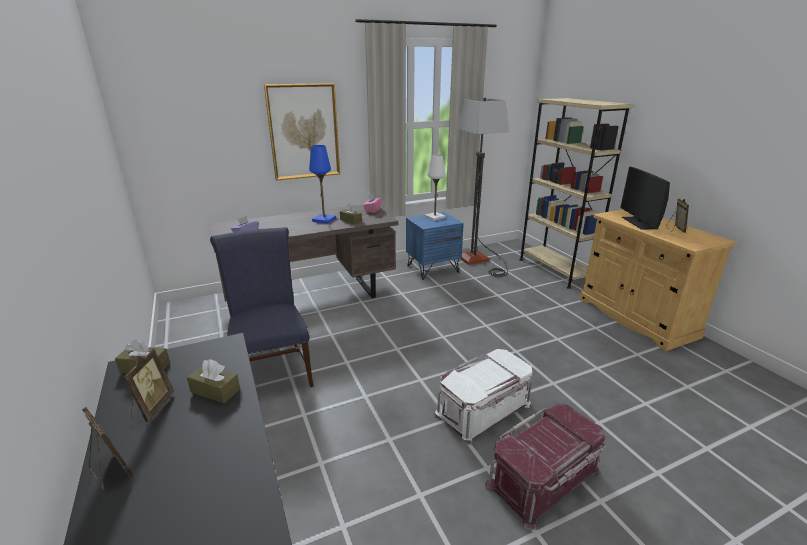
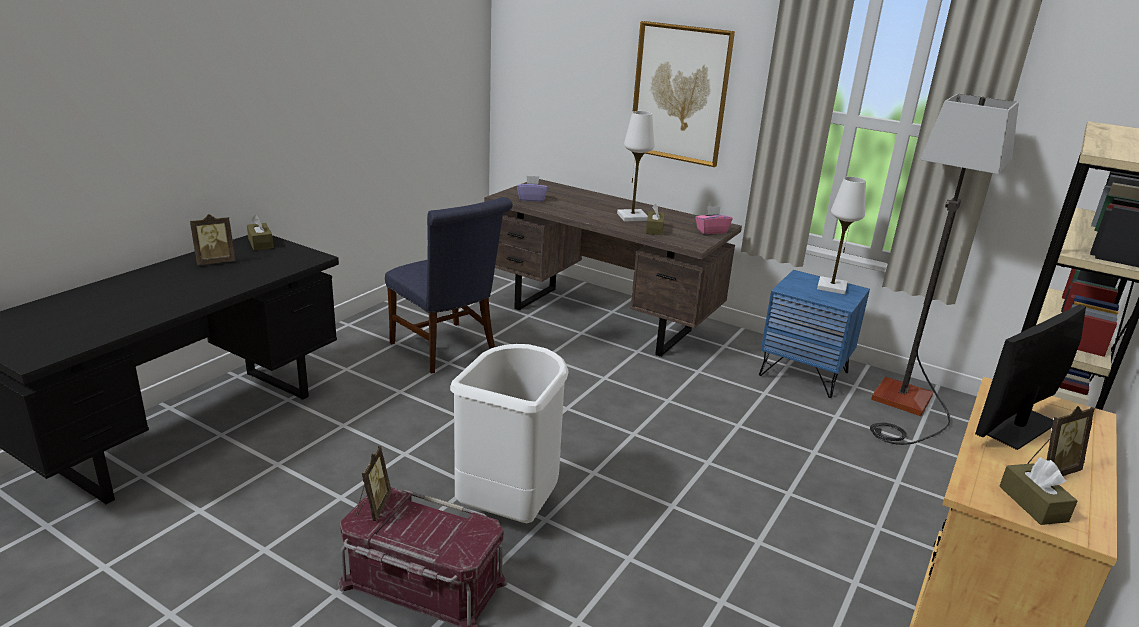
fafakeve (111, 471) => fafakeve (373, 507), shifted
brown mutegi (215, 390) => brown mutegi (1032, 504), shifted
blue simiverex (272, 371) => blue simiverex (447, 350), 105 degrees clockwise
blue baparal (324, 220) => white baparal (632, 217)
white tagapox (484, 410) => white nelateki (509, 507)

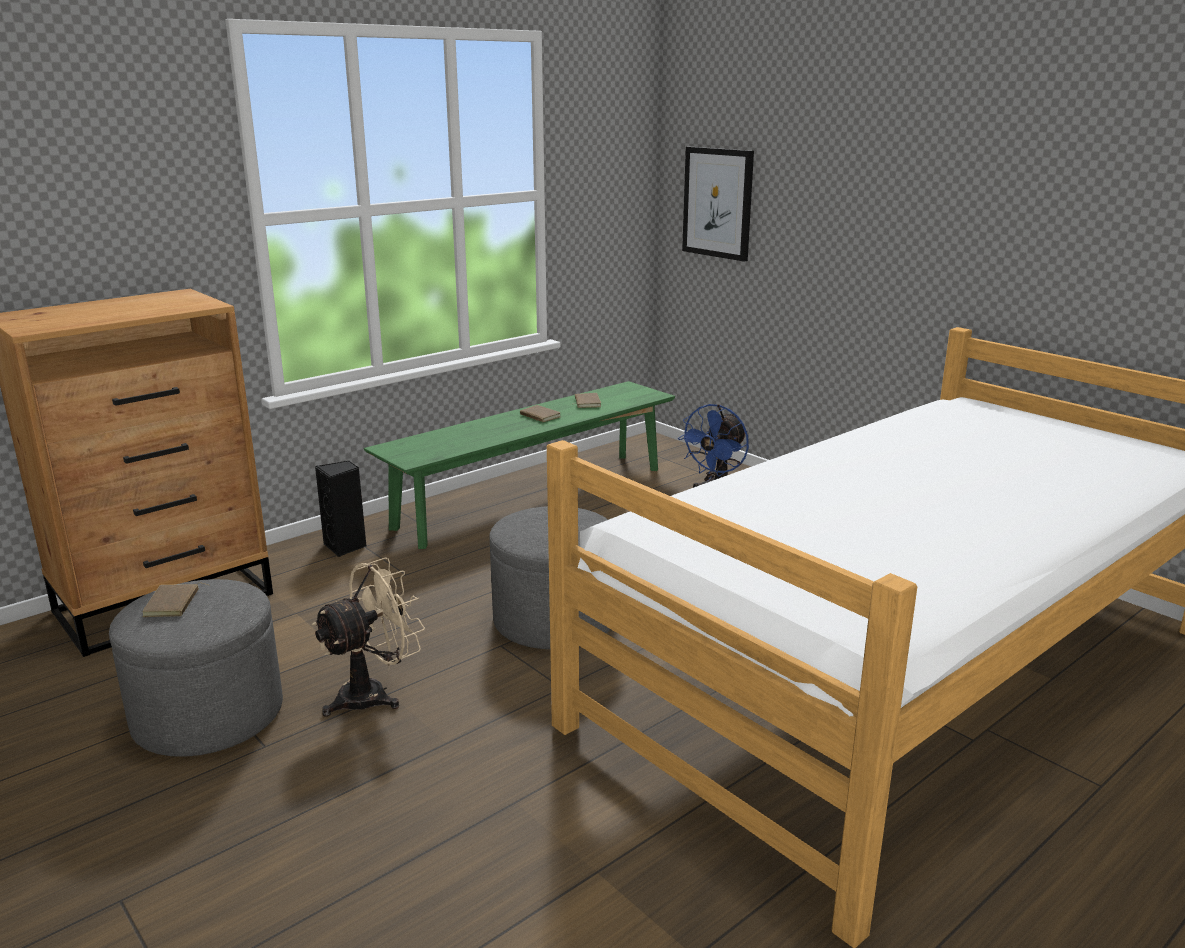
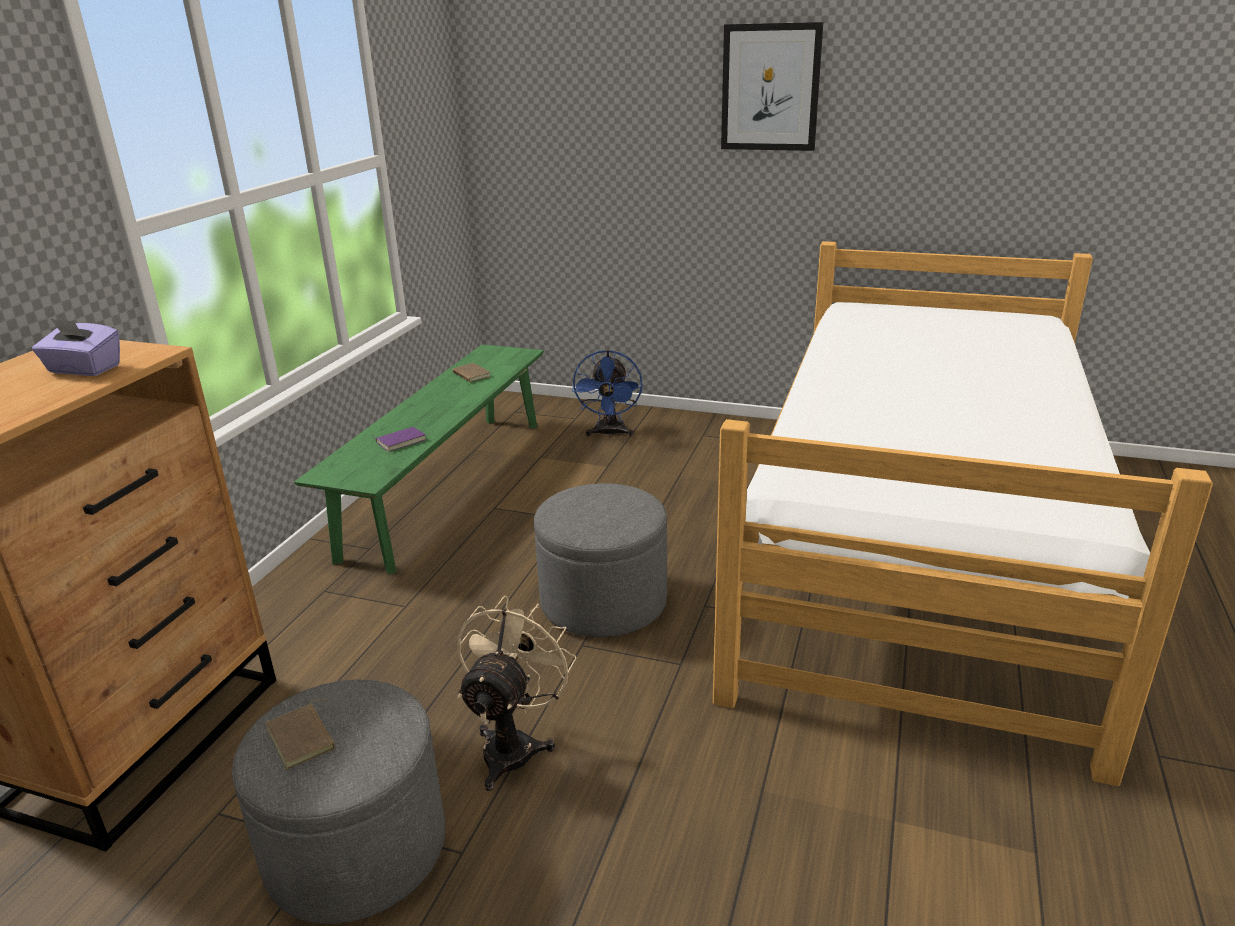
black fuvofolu (346, 546) => nothing
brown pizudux (539, 416) => nothing
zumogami (718, 203) => zumogami (770, 88), shifted
nothing => purple mutegi (84, 369)
nothing => purple pizudux (400, 441)

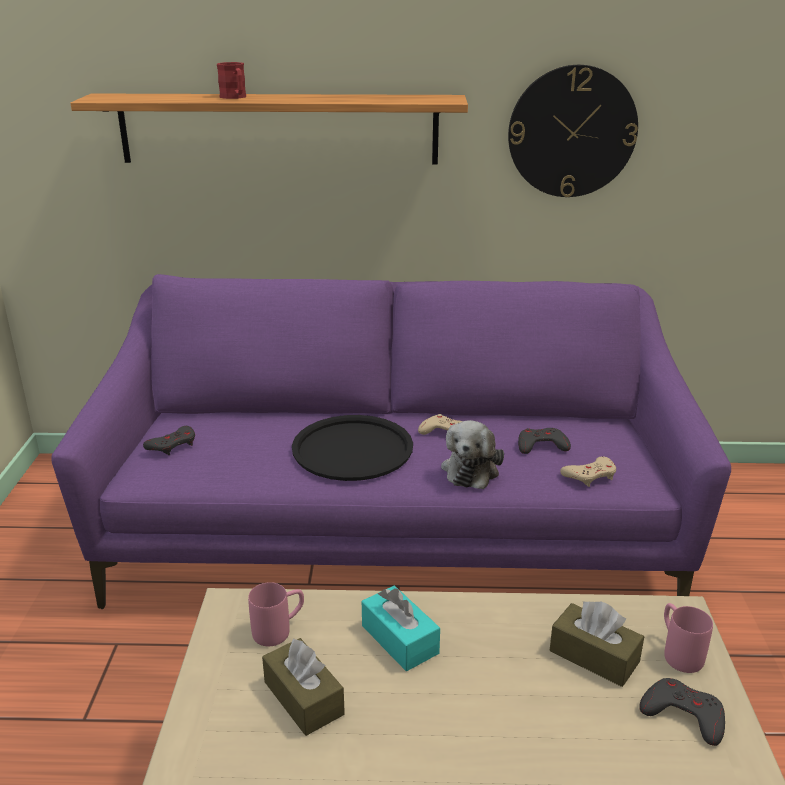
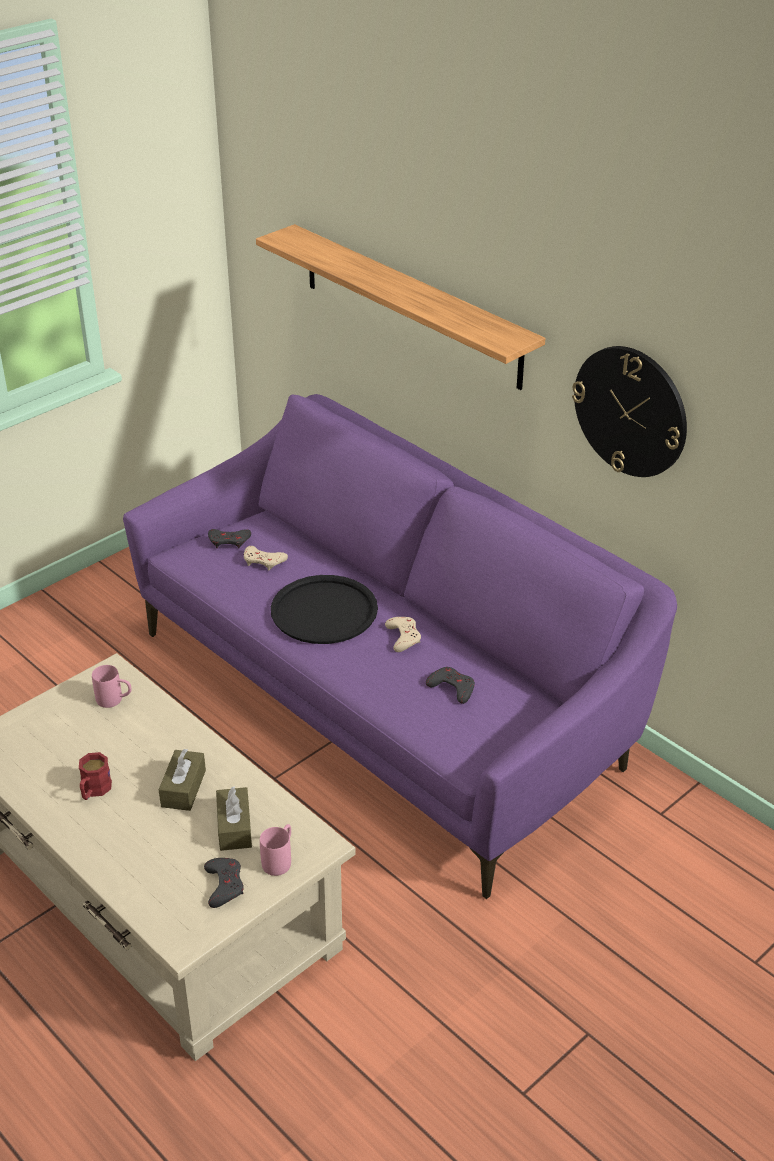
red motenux (235, 97) => red motenux (94, 791), shifted
brown mutegi (303, 698) => brown mutegi (183, 788), shifted
turquoise mutegi (400, 639) => nothing
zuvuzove (471, 469) => nothing
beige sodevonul (590, 475) => beige sodevonul (263, 561), shifted

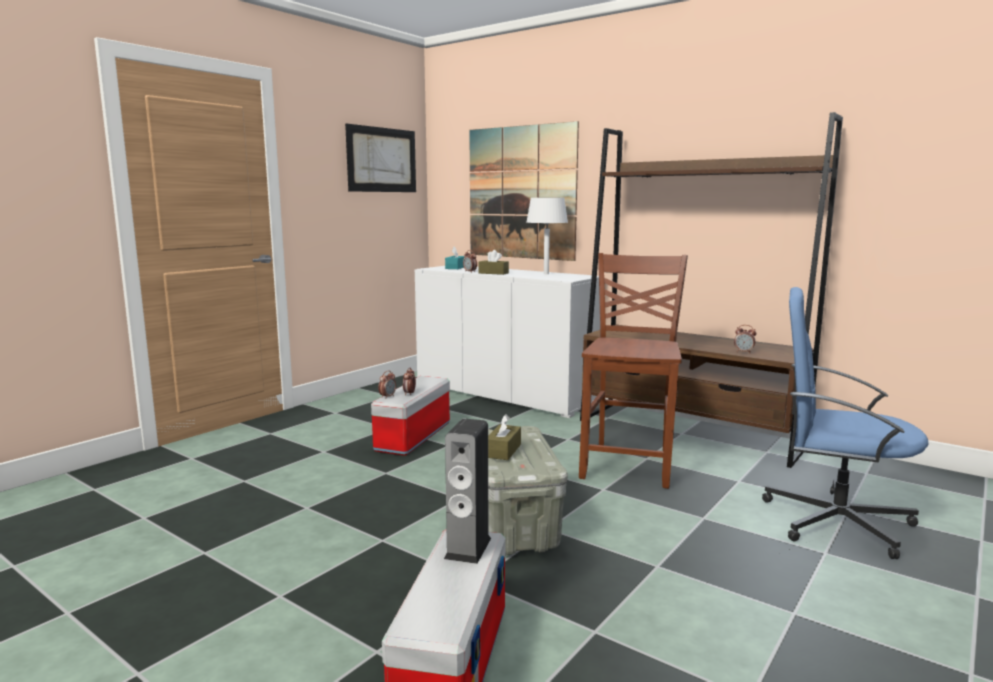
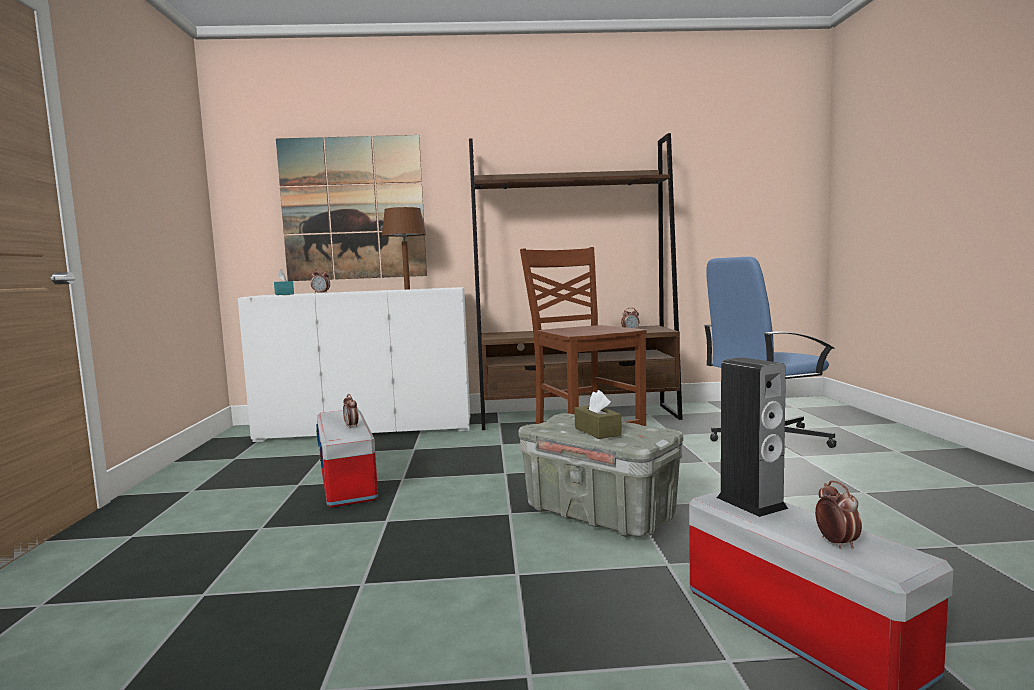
zumogami (382, 160) => nothing
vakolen (387, 397) => vakolen (836, 543), shifted
brown mutegi (493, 273) => nothing
white baparal (546, 274) => brown baparal (407, 289)

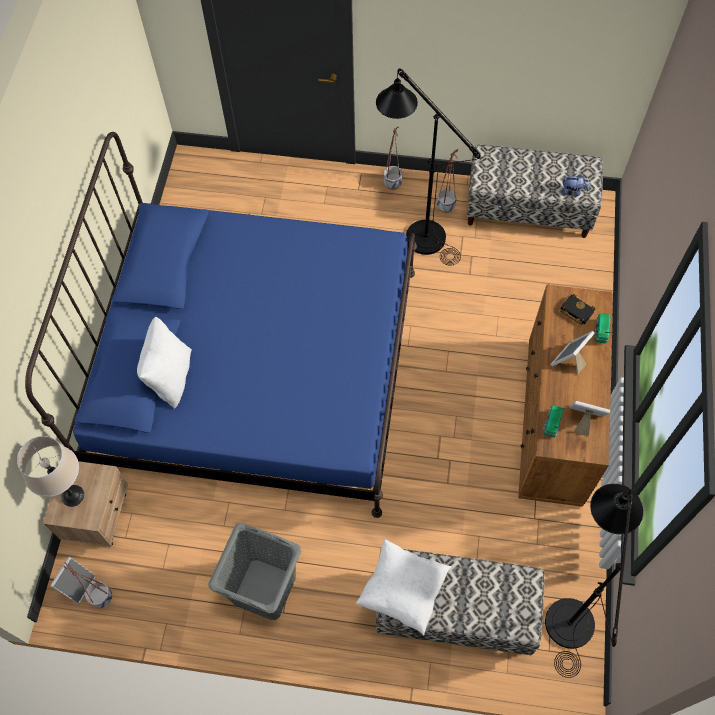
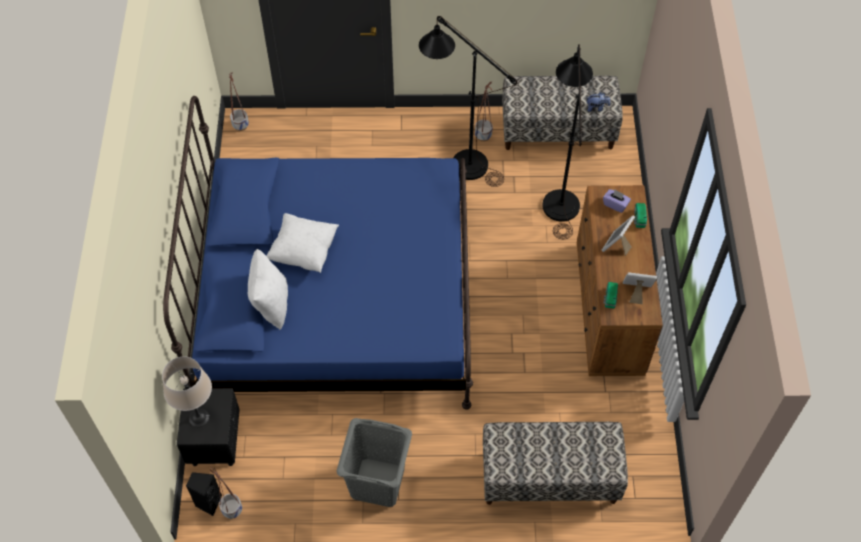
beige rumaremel (98, 515) => black rumaremel (215, 441)
fafakeve (78, 585) => black fuvofolu (208, 502)
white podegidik (403, 590) => white podegidik (303, 251), shifted
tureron (393, 183) => tureron (241, 125), shifted
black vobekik (570, 609) => black vobekik (560, 197), shifted
black pizudux (575, 311) => purple mutegi (615, 204)

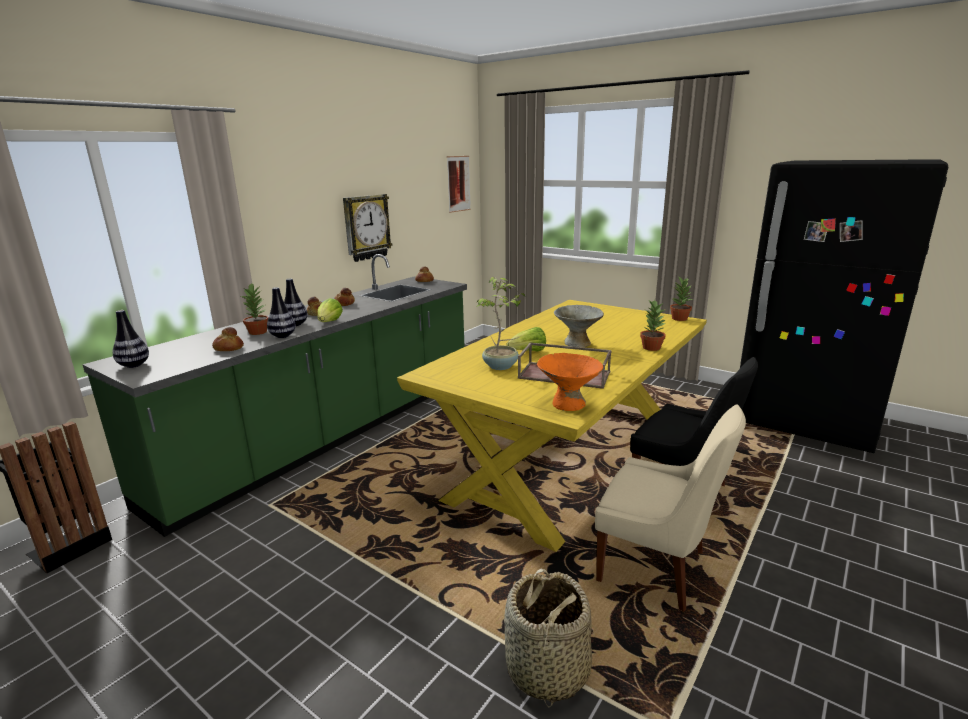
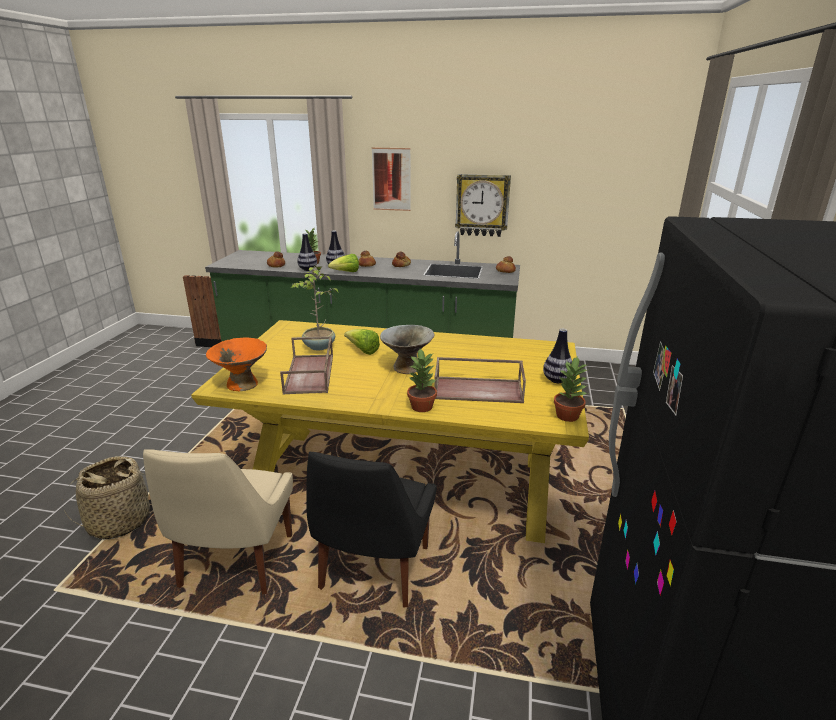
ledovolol (134, 365) => ledovolol (557, 380), shifted
zumogami (458, 184) => zumogami (391, 179), shifted
nothing => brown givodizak (479, 389)

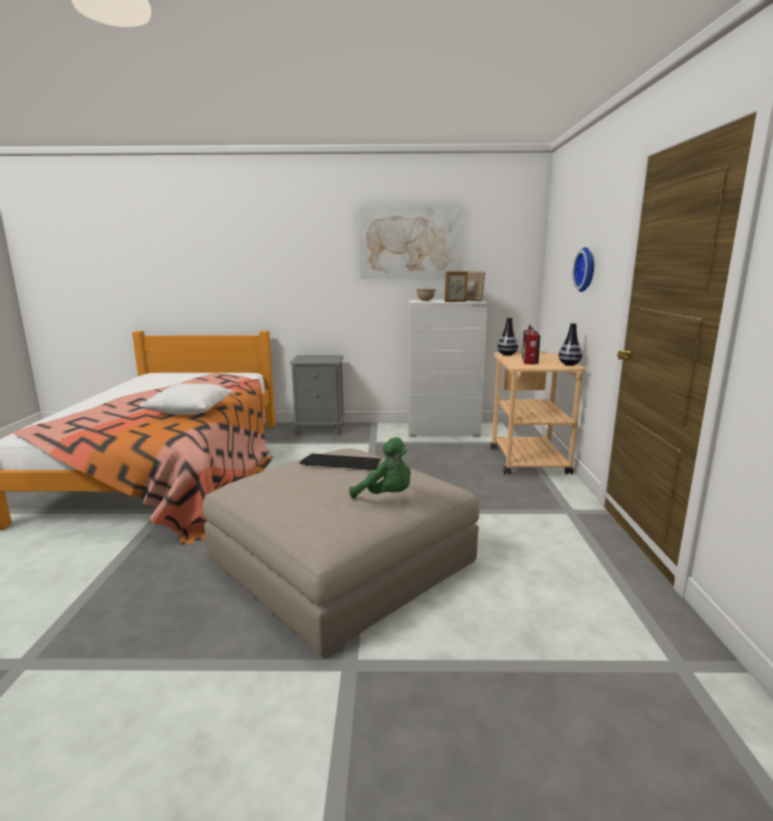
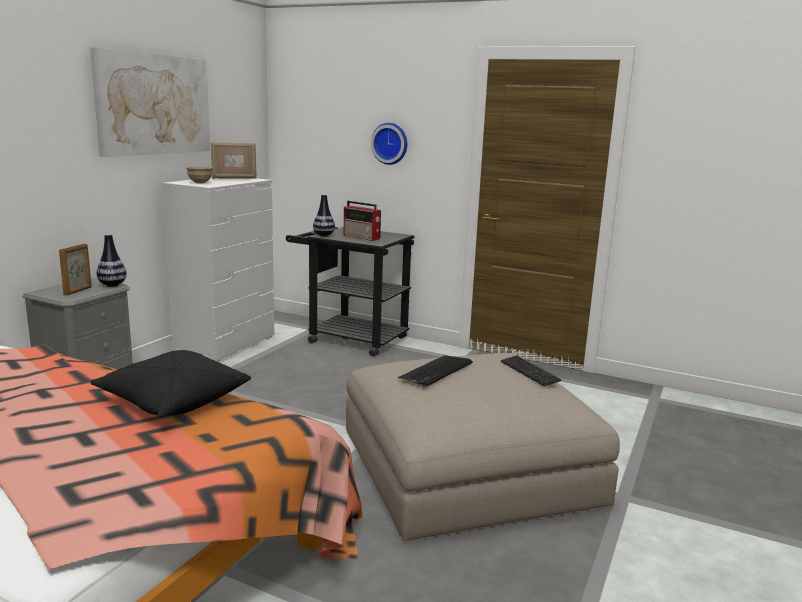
white podegidik (191, 410) => black podegidik (173, 401)
green zuvuzove (386, 496) => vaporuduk (529, 372)
fafakeve (455, 301) => fafakeve (78, 291), shifted
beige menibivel (526, 457) => black menibivel (350, 338)
ledovolol (569, 364) => ledovolol (112, 285), shifted

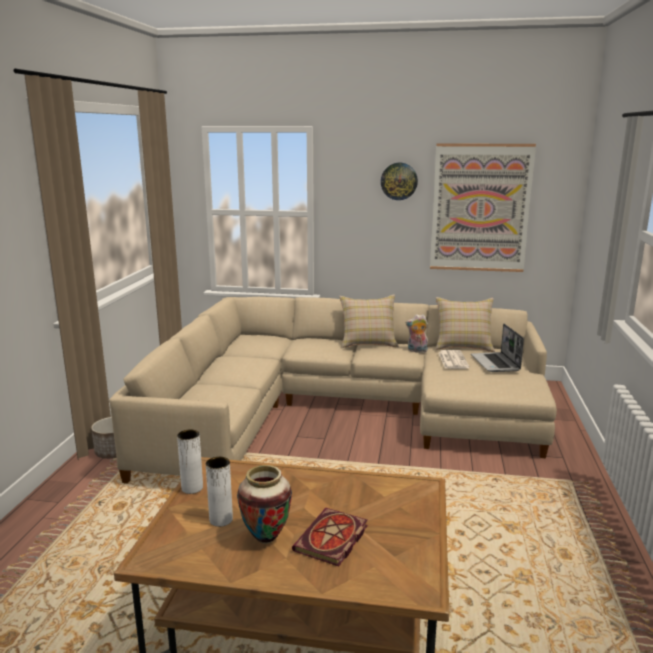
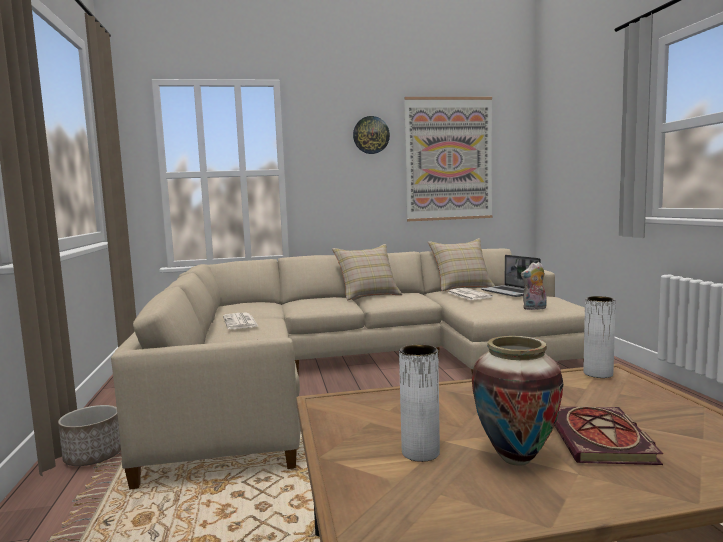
white ledovolol (192, 488) => white ledovolol (598, 373), shifted
zuvuzove (417, 351) => zuvuzove (534, 308), shifted
nothing => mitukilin (240, 322)

